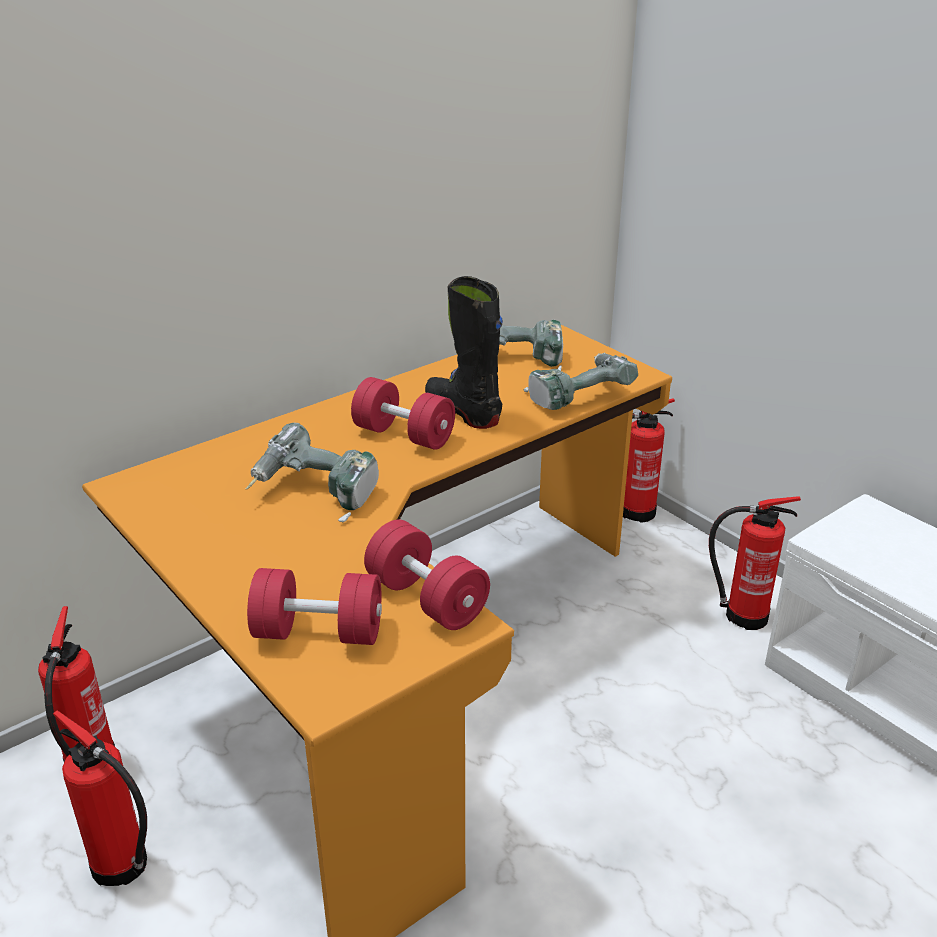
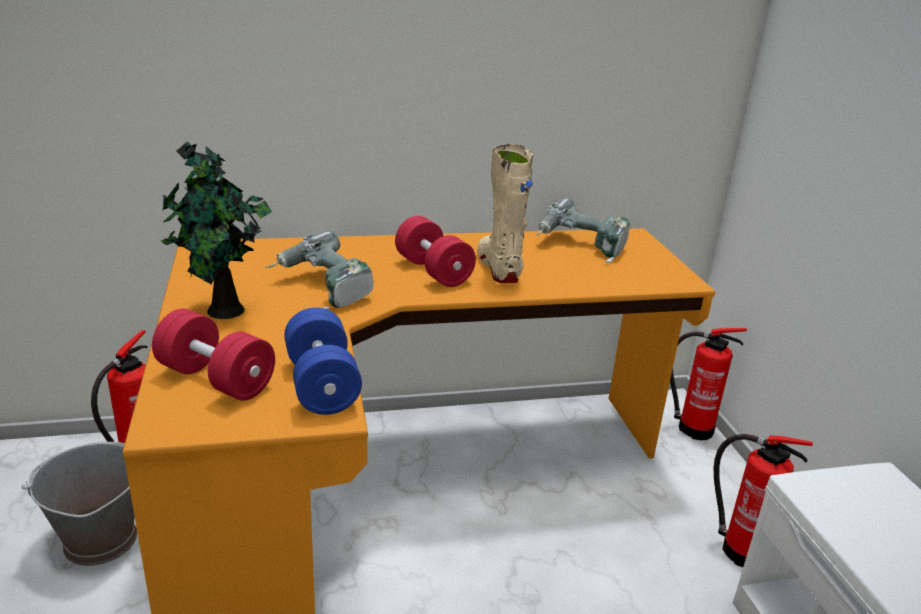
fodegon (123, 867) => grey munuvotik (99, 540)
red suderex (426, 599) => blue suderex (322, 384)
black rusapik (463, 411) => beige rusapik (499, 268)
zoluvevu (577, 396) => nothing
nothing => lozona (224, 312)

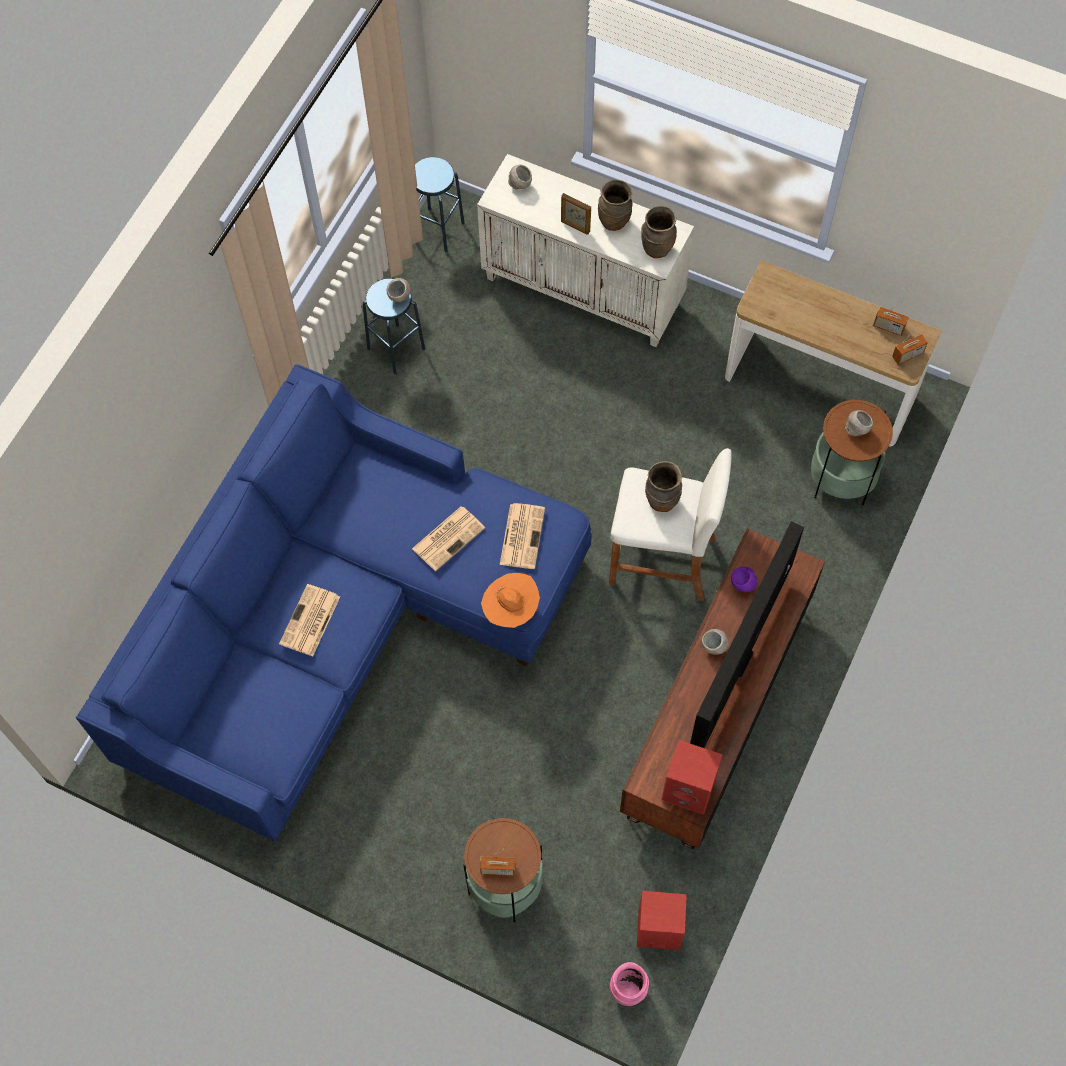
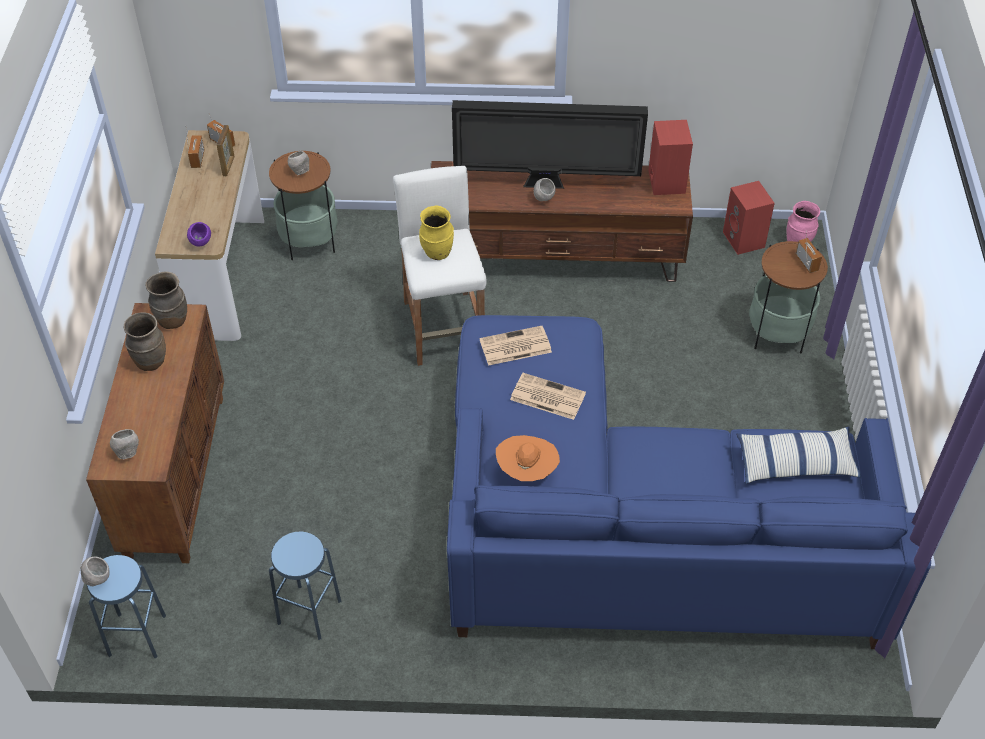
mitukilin (310, 621) => nothing
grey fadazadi (400, 297) => grey fadazadi (98, 580), shifted
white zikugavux (584, 290) => brown zikugavux (175, 475)
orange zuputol (511, 609) => orange zuputol (527, 471), shifted
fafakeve (575, 227) => fafakeve (228, 166), shifted
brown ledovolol (661, 501) => yellow ledovolol (437, 253)
purple fadazadi (743, 585) => purple fadazadi (201, 244), shifted
nothing => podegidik (795, 463)

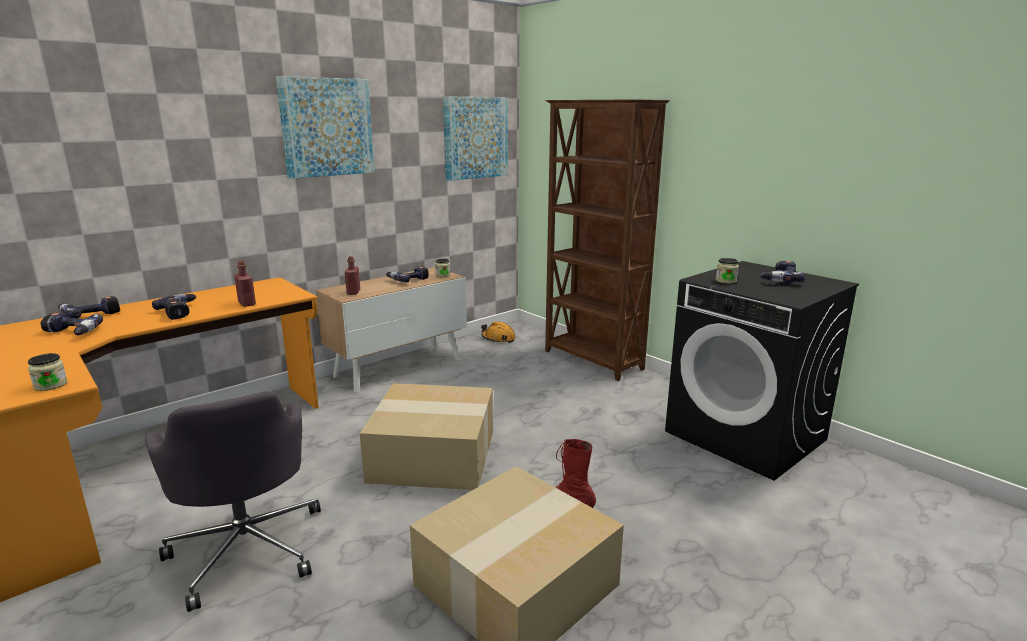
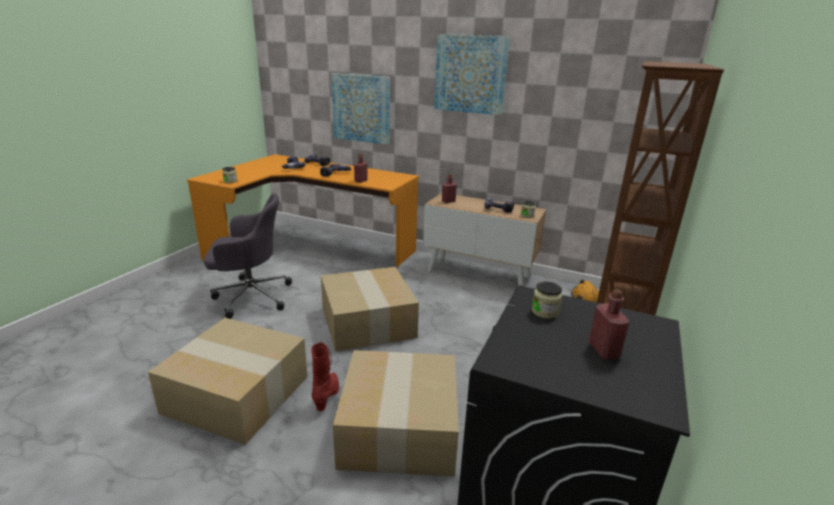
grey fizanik (247, 548) => grey fizanik (250, 296), 135 degrees counterclockwise
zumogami (475, 138) => zumogami (361, 108), shifted
zoluvevu (779, 279) => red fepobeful (603, 350)
nothing => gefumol (397, 427)

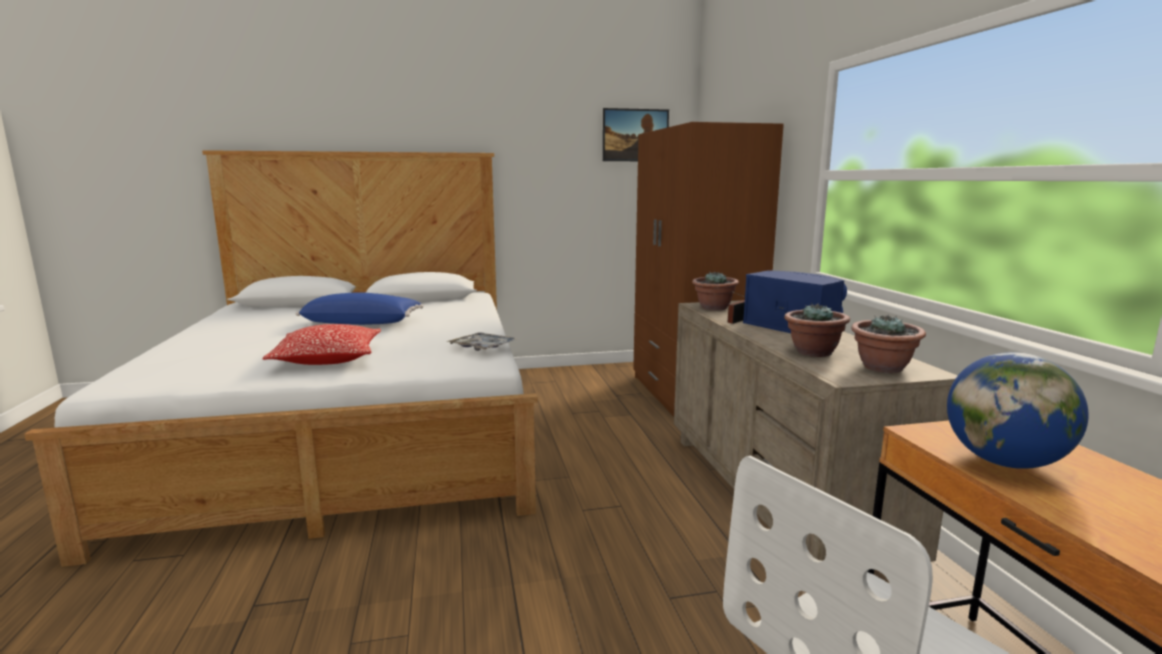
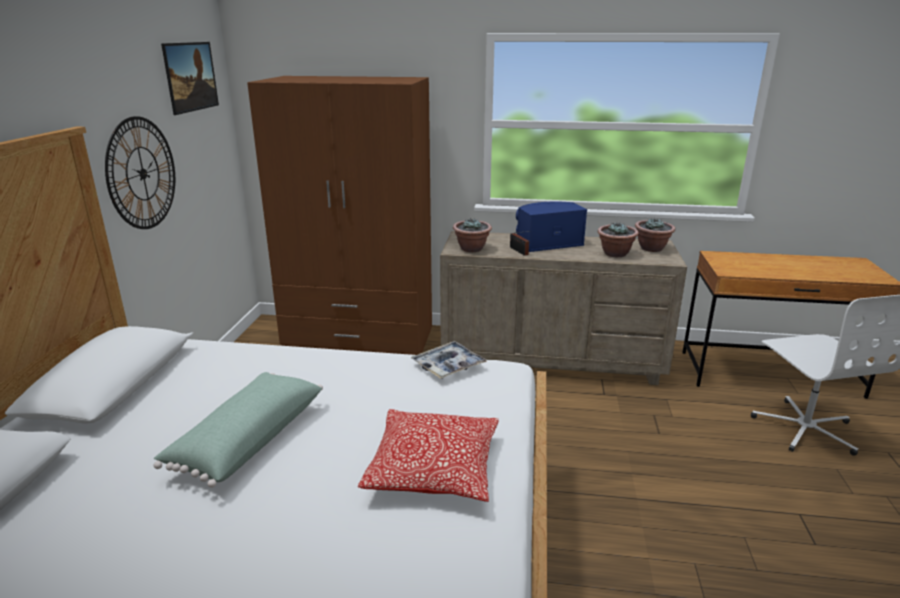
blue podegidik (363, 323) => green podegidik (247, 439)
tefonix (1004, 462) => nothing
nothing => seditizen (142, 173)

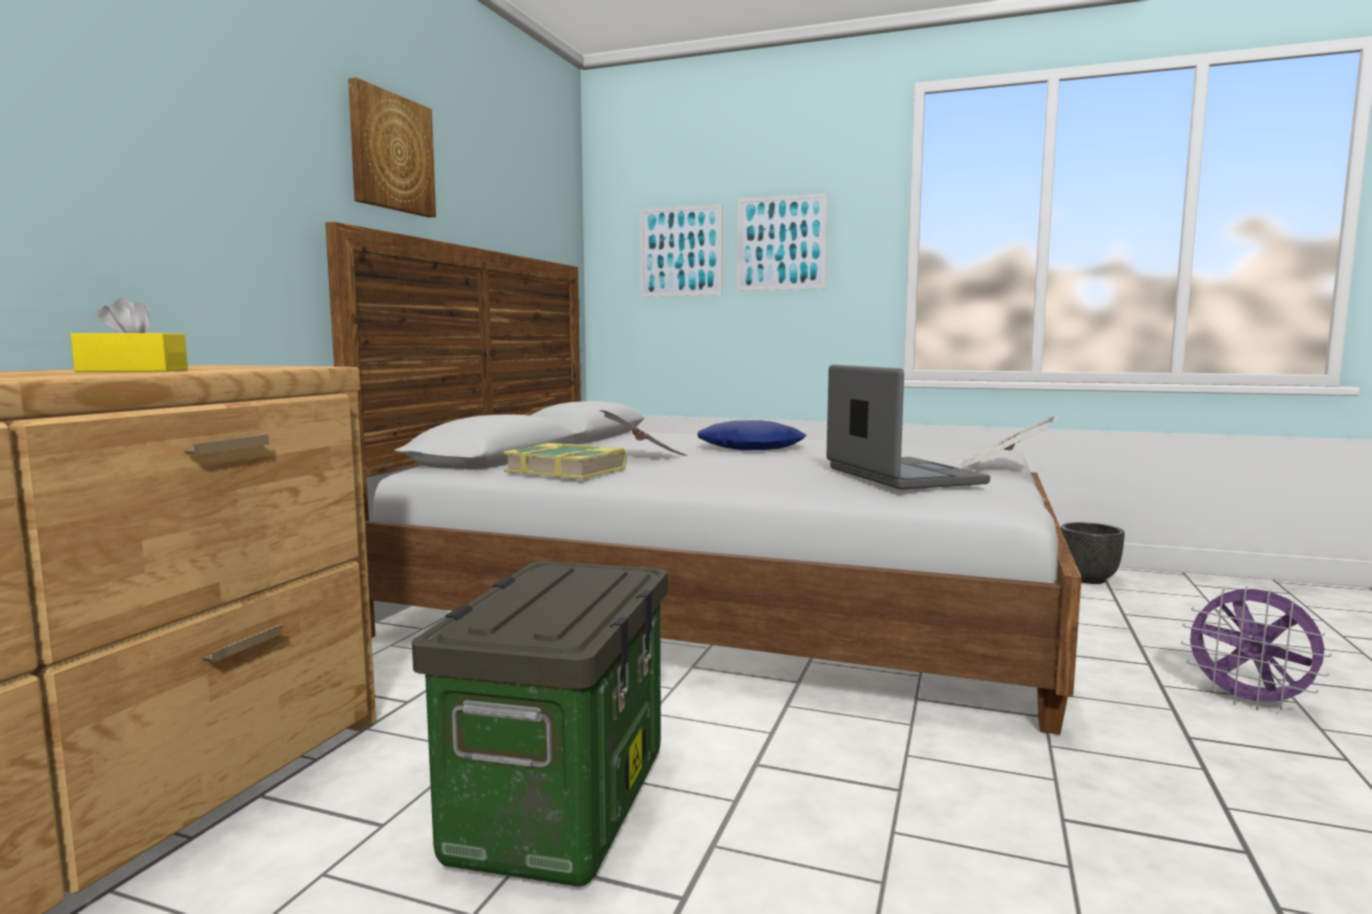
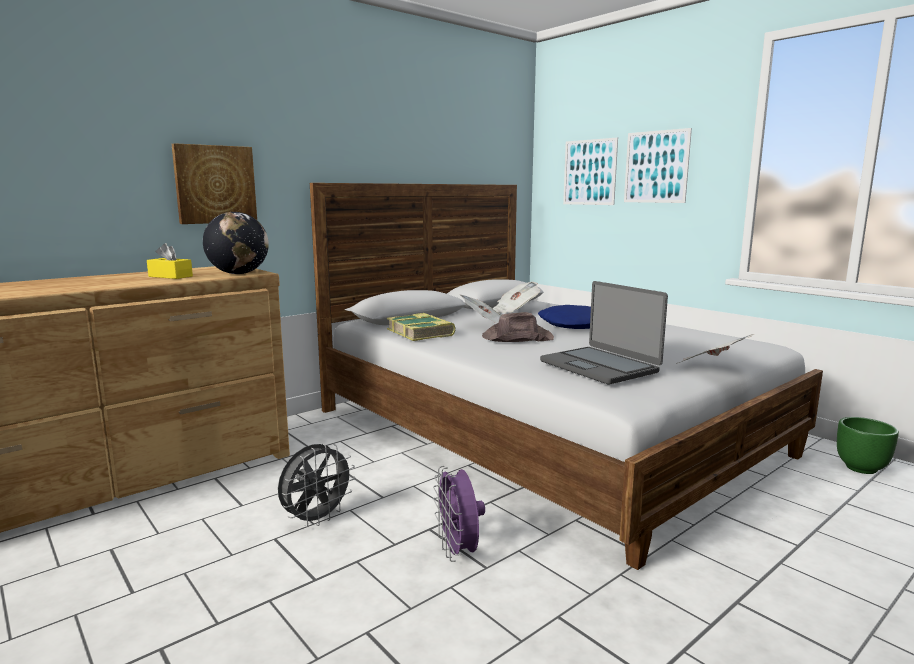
zumogami (390, 153) => zumogami (215, 184), shifted
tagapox (560, 804) => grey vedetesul (317, 519)
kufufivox (901, 476) => kufufivox (599, 366), 135 degrees clockwise
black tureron (1089, 580) => green tureron (861, 468)
purple vedetesul (1249, 702) => purple vedetesul (458, 552), shifted
nothing => tefonix (239, 273)
nothing => brown zuputol (516, 338)
nothing => mitukilin (514, 311)

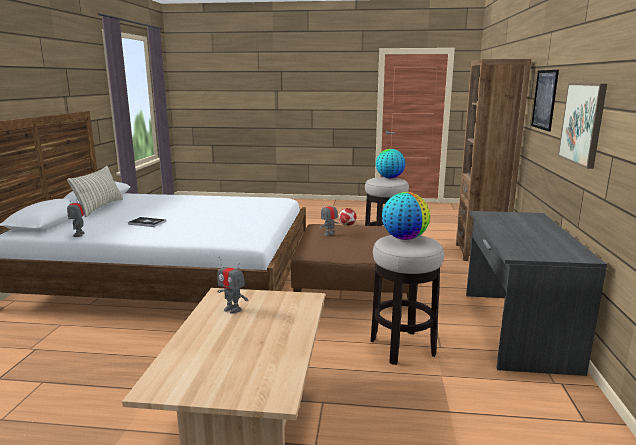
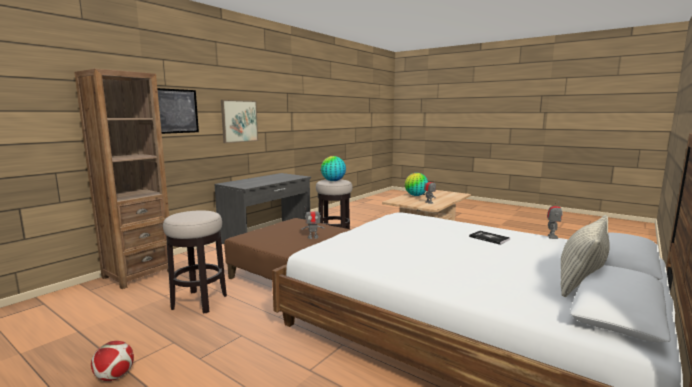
tefonix (389, 178) => tefonix (416, 195), shifted

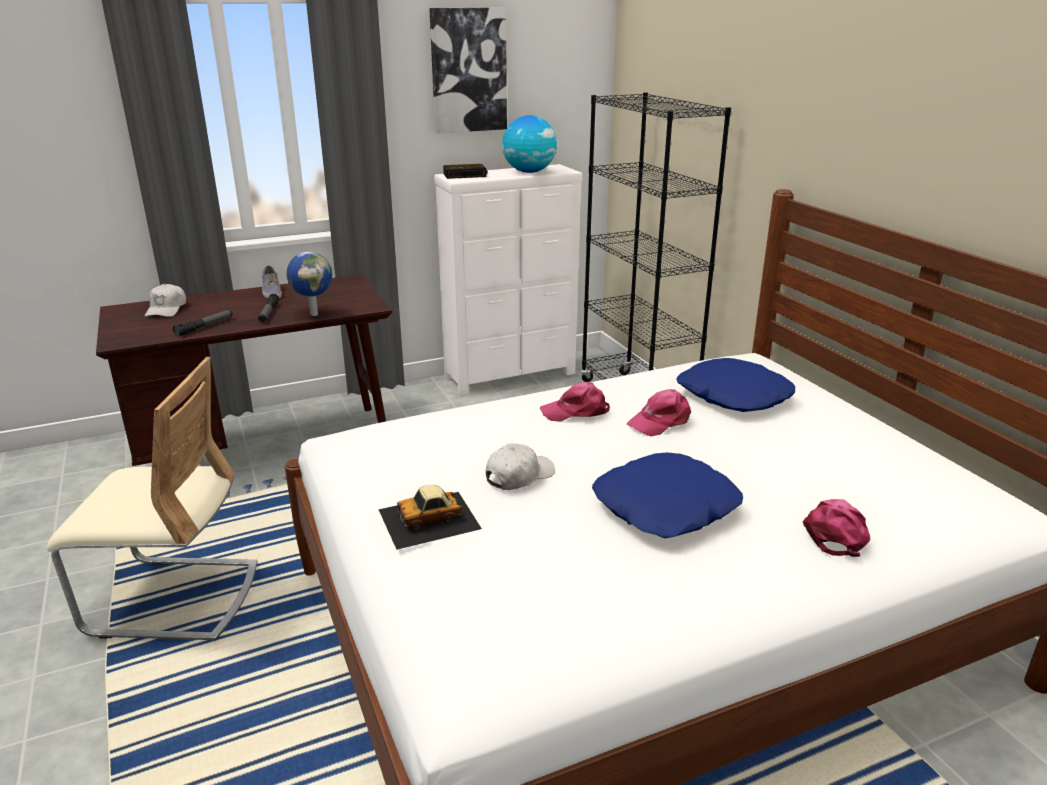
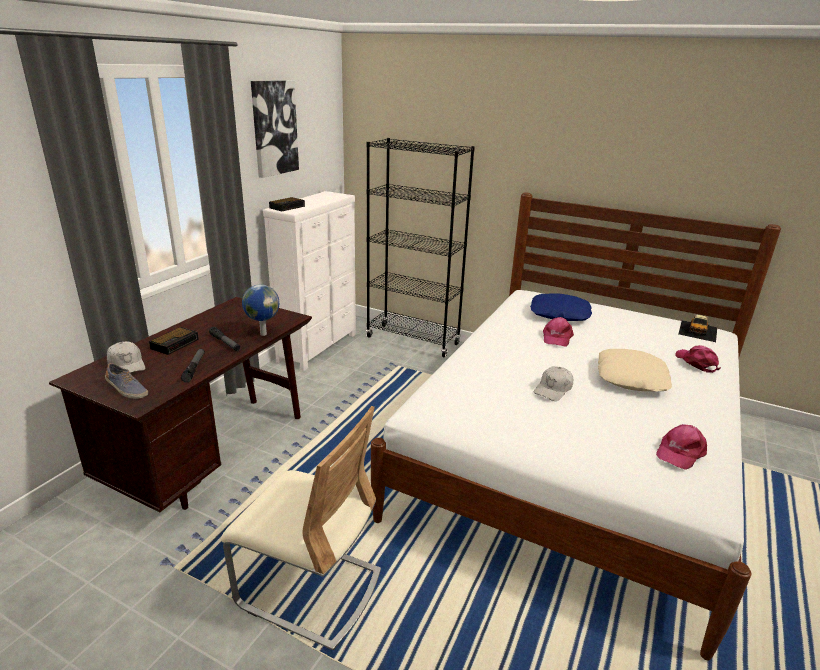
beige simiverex (173, 599) => beige simiverex (310, 588), 60 degrees clockwise
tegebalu (271, 292) => tegebalu (126, 390), shifted
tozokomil (429, 519) => tozokomil (698, 330), shifted
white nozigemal (519, 476) => white nozigemal (553, 389), 150 degrees counterclockwise
tefonix (529, 172) => nothing
pink nozigemal (576, 411) => pink nozigemal (680, 452), shifted
blue podegidik (666, 507) => beige podegidik (632, 378)
nothing => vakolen (175, 343)

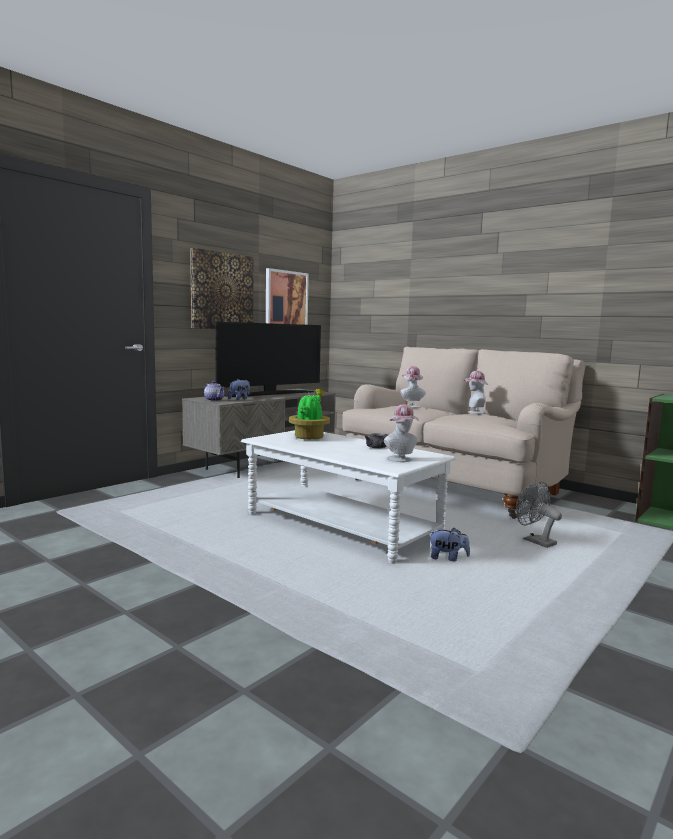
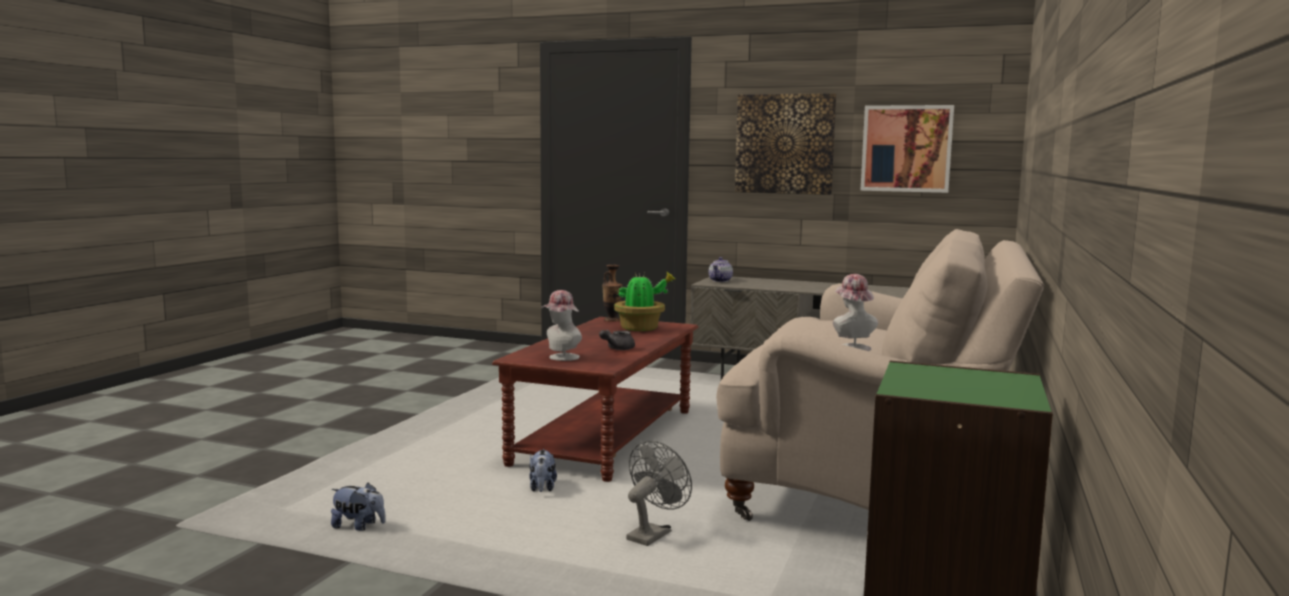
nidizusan (270, 394) => nothing
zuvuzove (239, 399) => zuvuzove (359, 527), shifted
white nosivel (341, 526) => brown nosivel (604, 437)
zuputol (411, 406) => nothing
nothing => ledovolol (612, 320)

